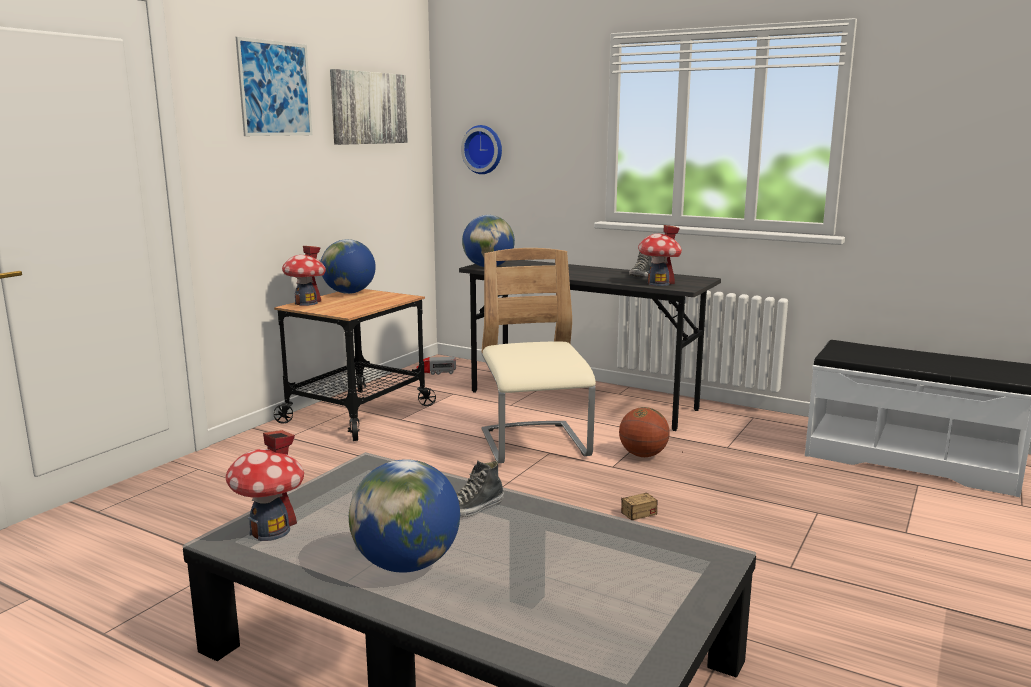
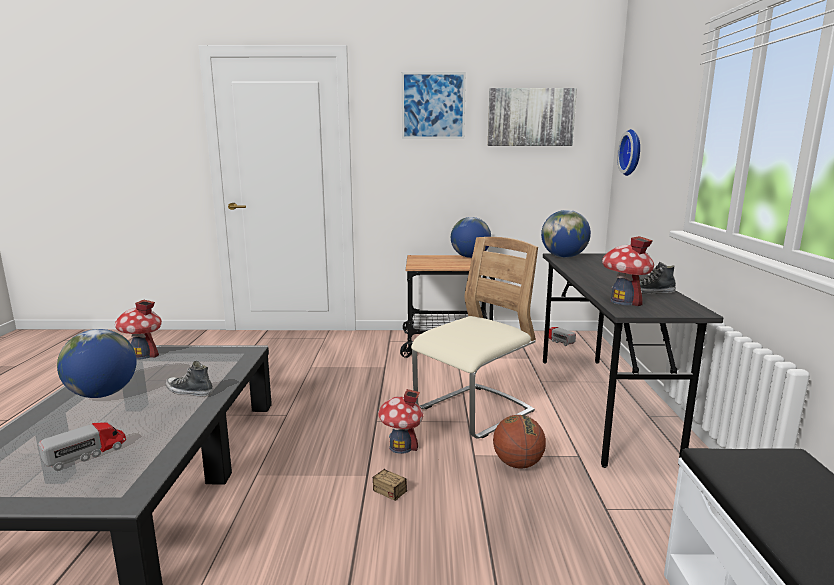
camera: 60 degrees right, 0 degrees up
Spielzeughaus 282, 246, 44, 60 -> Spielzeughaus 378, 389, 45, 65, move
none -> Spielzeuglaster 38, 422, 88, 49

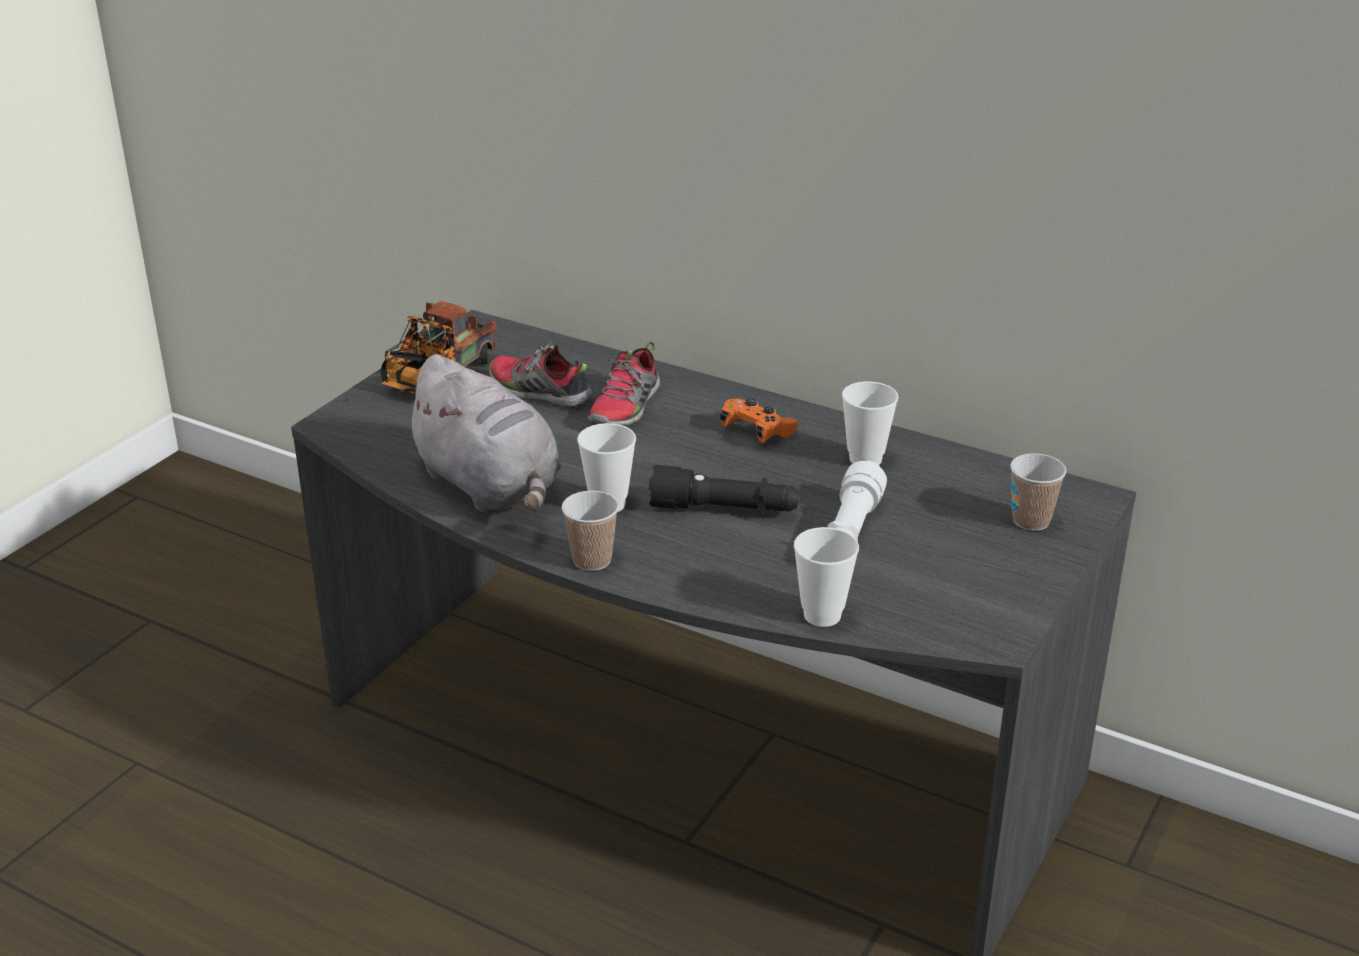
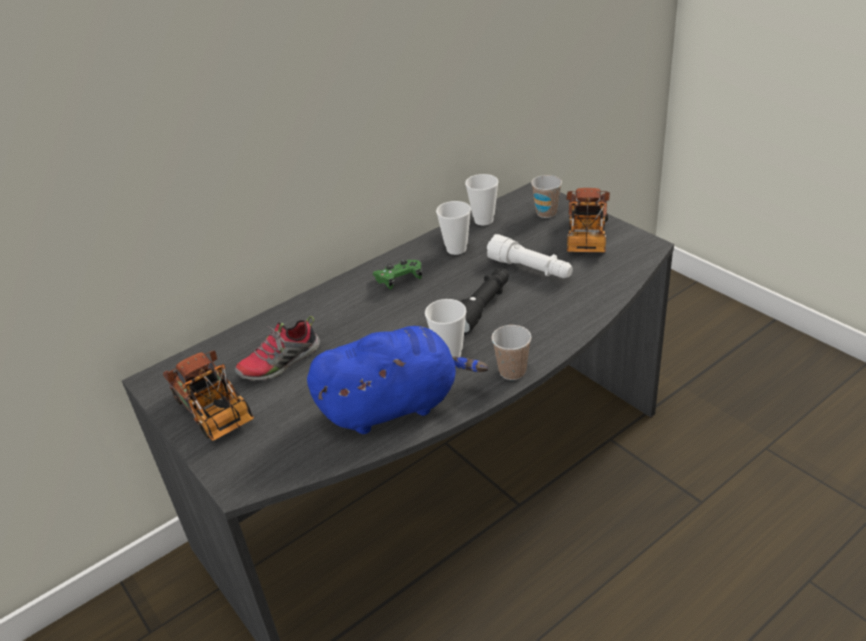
camera: 65 degrees left, 5 degrees up
Schuh 588, 341, 72, 84 -> none
Plüschtier (grau) 400, 354, 161, 158 -> Plüschtier (blau) 307, 326, 181, 108
Gamepad (orange) 720, 399, 79, 44 -> Gamepad (grün) 373, 259, 49, 31
Tasse 794, 527, 65, 100 -> Tasse 465, 174, 34, 52, move
none -> Spielzeuglaster 566, 188, 44, 64

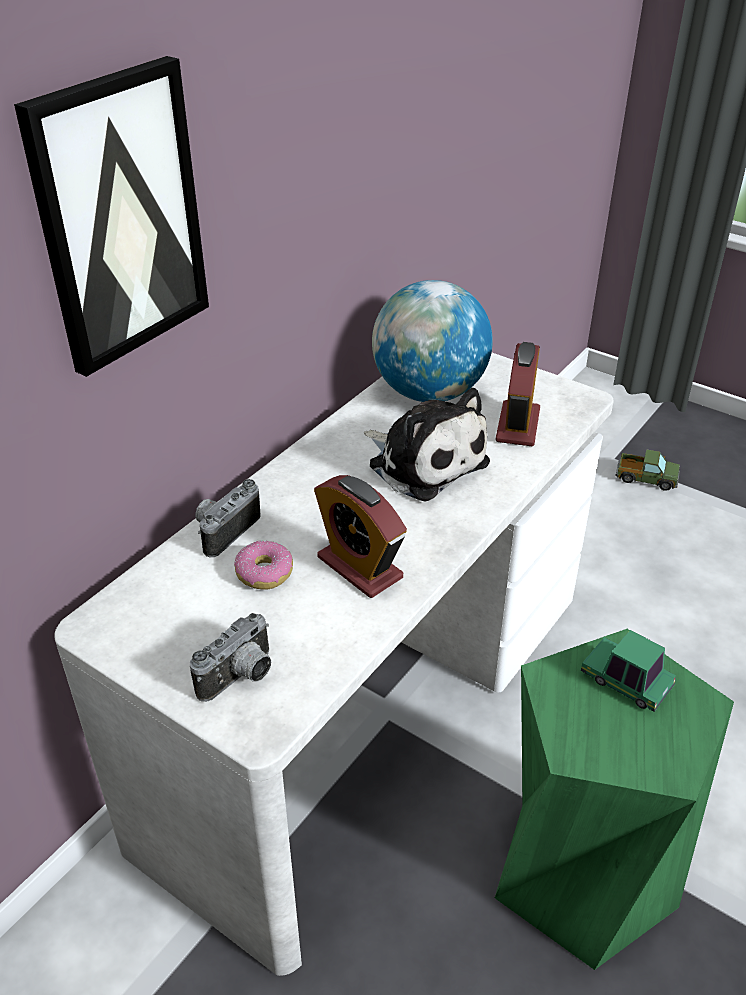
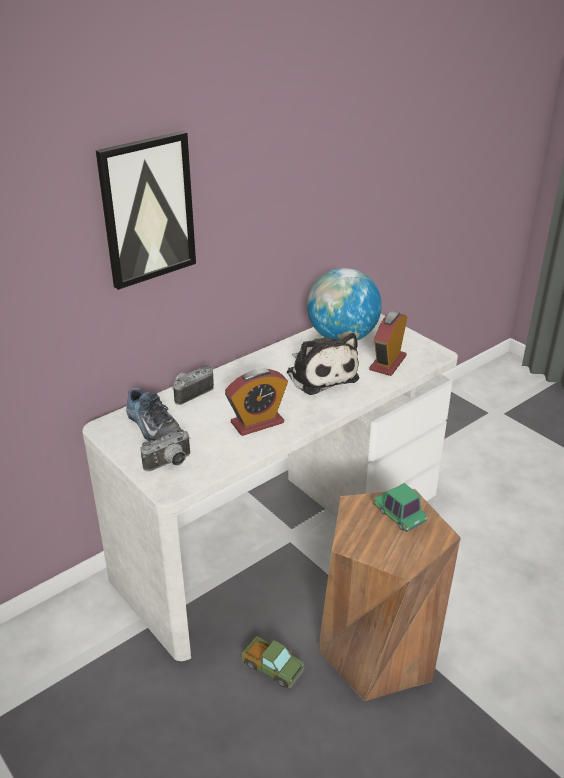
camera: 15 degrees right, 5 degrees down
Spielzeuglaster 615, 449, 65, 42 -> Spielzeuglaster 242, 636, 62, 52, move
Wecker 314, 475, 93, 123 -> Wecker 225, 368, 63, 68, 90 degrees counterclockwise
Donut 234, 541, 59, 49 -> none
Hocker (grün) 495, 629, 239, 341 -> Hocker (braun) 318, 489, 143, 212
none -> Schuh 126, 388, 55, 54

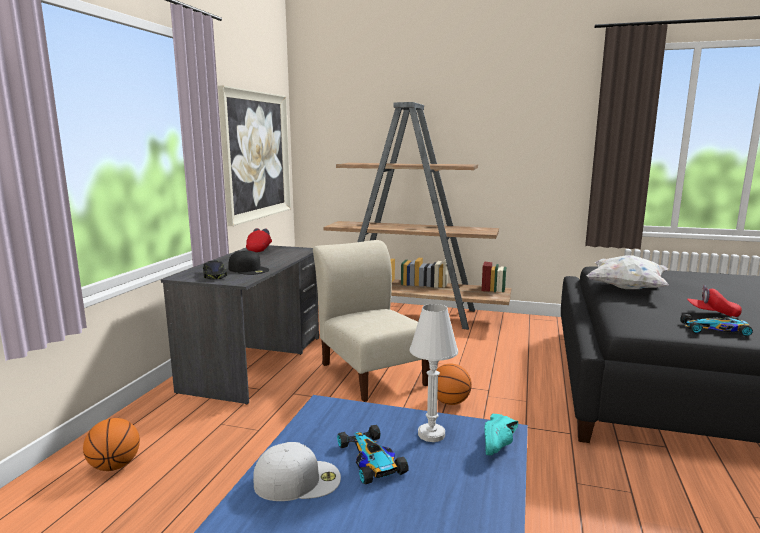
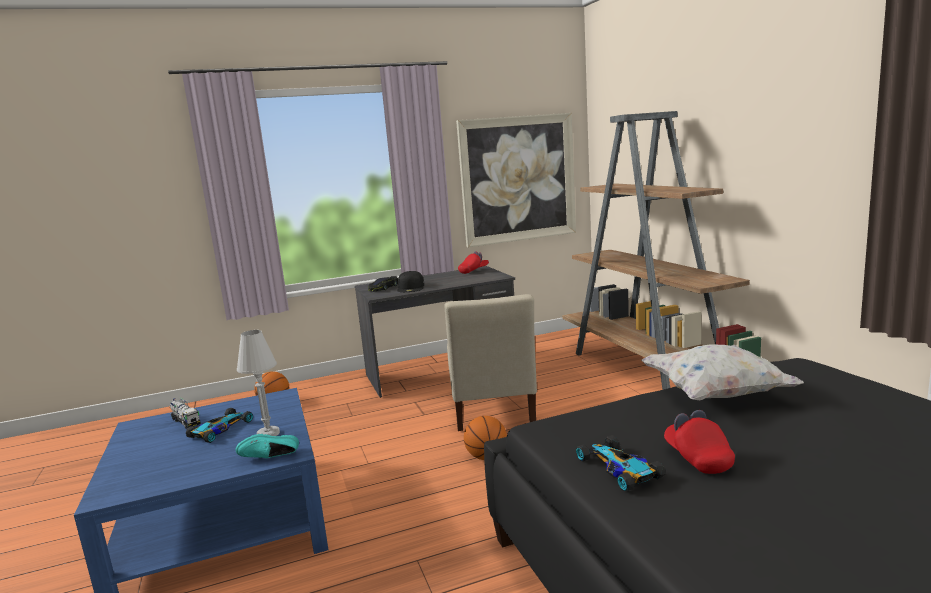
camera: 55 degrees right, 0 degrees up
Stuhl (beige) 313, 240, 117, 162 -> Stuhl (beige) 444, 294, 93, 137, 150 degrees clockwise
Kappe (weiß) 253, 442, 88, 59 -> Spielzeuglaster 170, 398, 31, 31

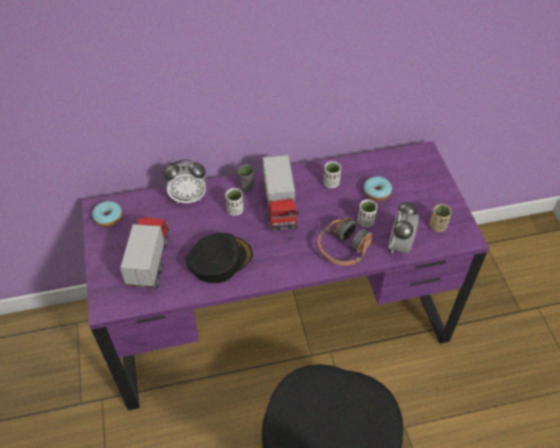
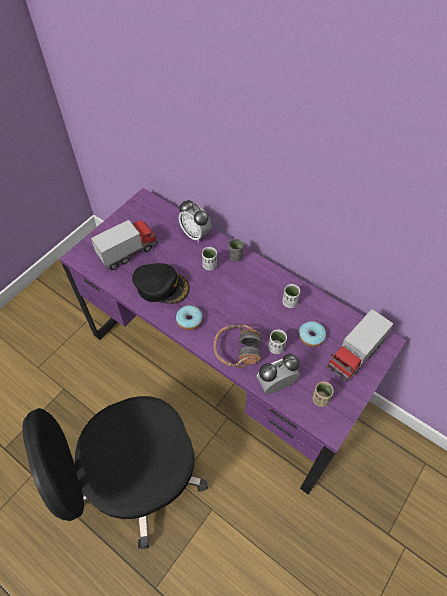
camera: 50 degrees right, 5 degrees up
Spielzeuglaster 263, 155, 36, 76 -> Spielzeuglaster 327, 309, 67, 73, move
Donut 92, 201, 30, 26 -> Donut 176, 305, 27, 25, move

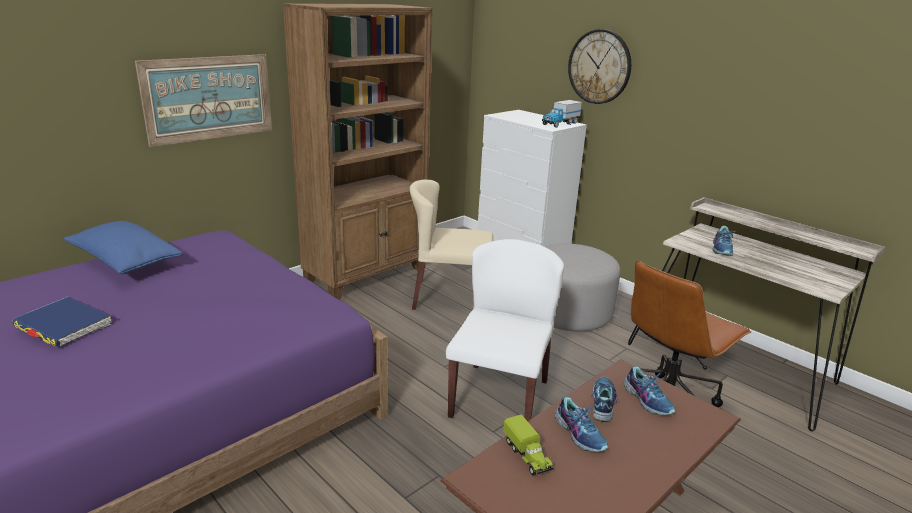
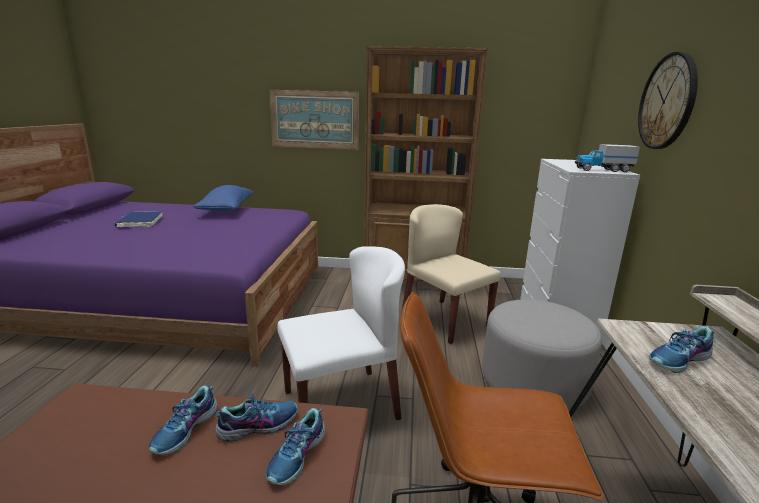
camera: 50 degrees right, 5 degrees down
Spielzeuglaster 503, 414, 51, 62 -> none

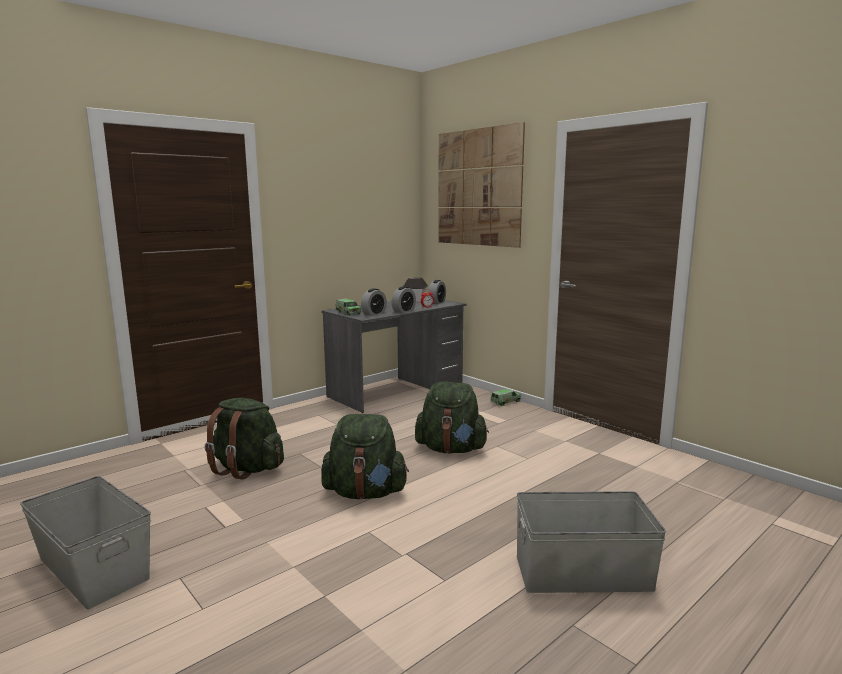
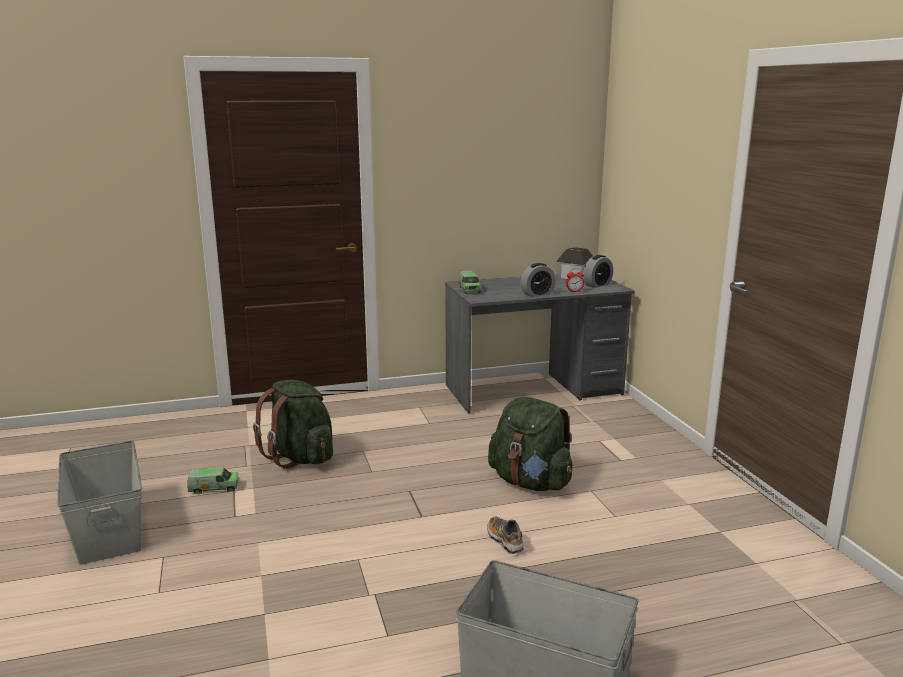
camera: 25 degrees right, 5 degrees up
Bild 438, 122, 87, 126 -> none
Wecker 361, 288, 26, 28 -> none
Spielzeuglaster 491, 389, 30, 17 -> Spielzeuglaster 187, 467, 52, 27, move
Rucksack (grün) 321, 414, 88, 85 -> none
none -> Schuh 487, 517, 37, 37

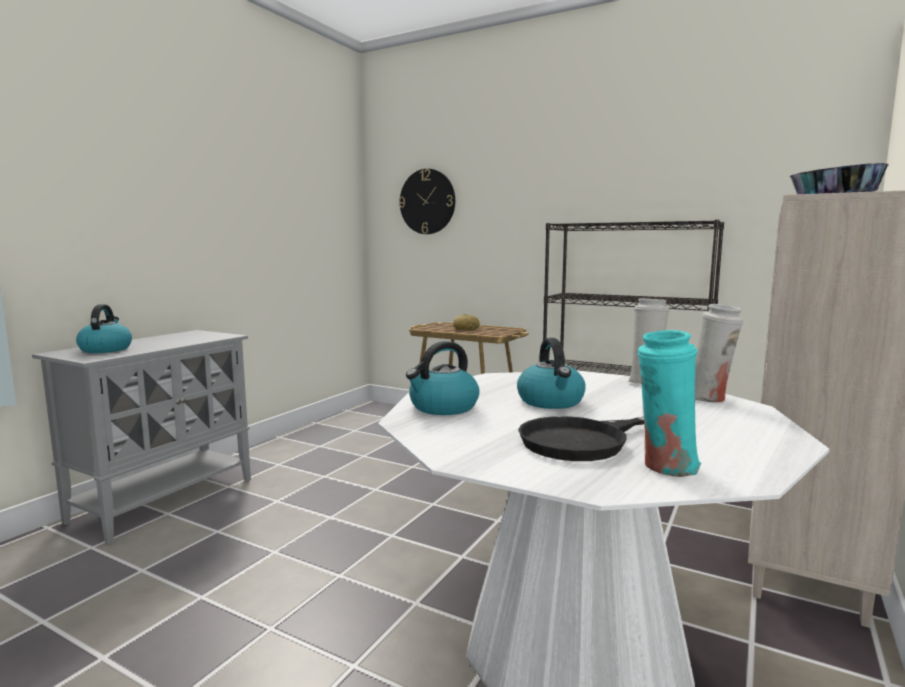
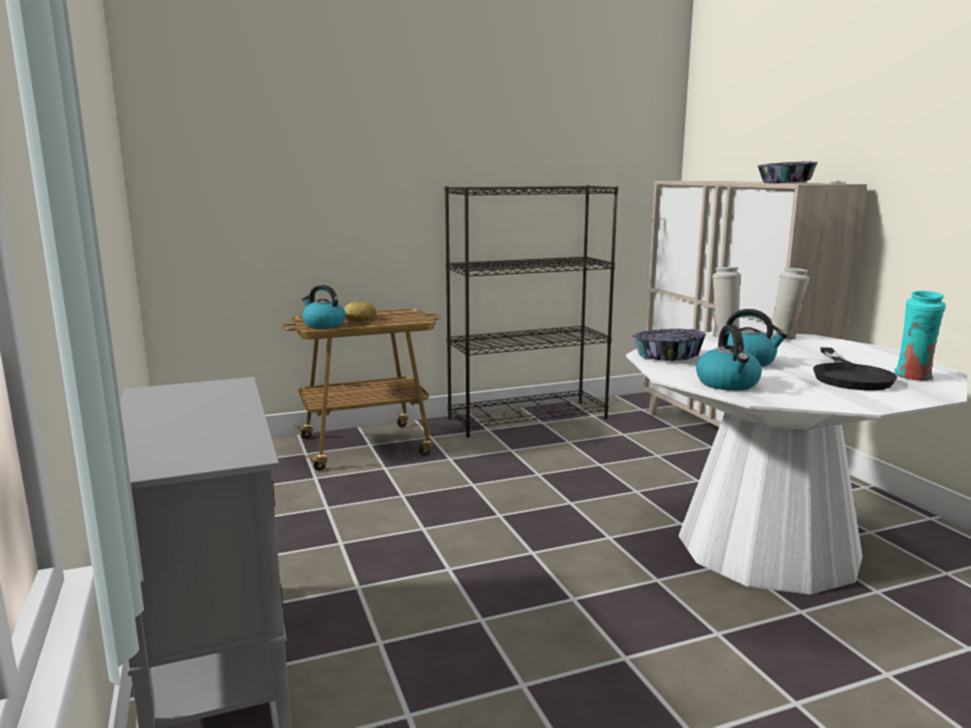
camera: 50 degrees left, 5 degrees up
Wanduhr 399, 169, 56, 65 -> none
Wasserkessel 76, 304, 56, 49 -> Wasserkessel 302, 285, 44, 43, move
none -> Schüssel 632, 329, 74, 32

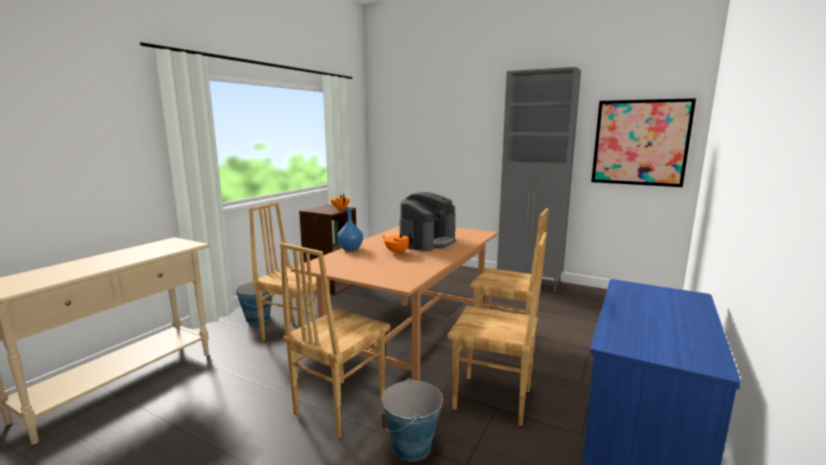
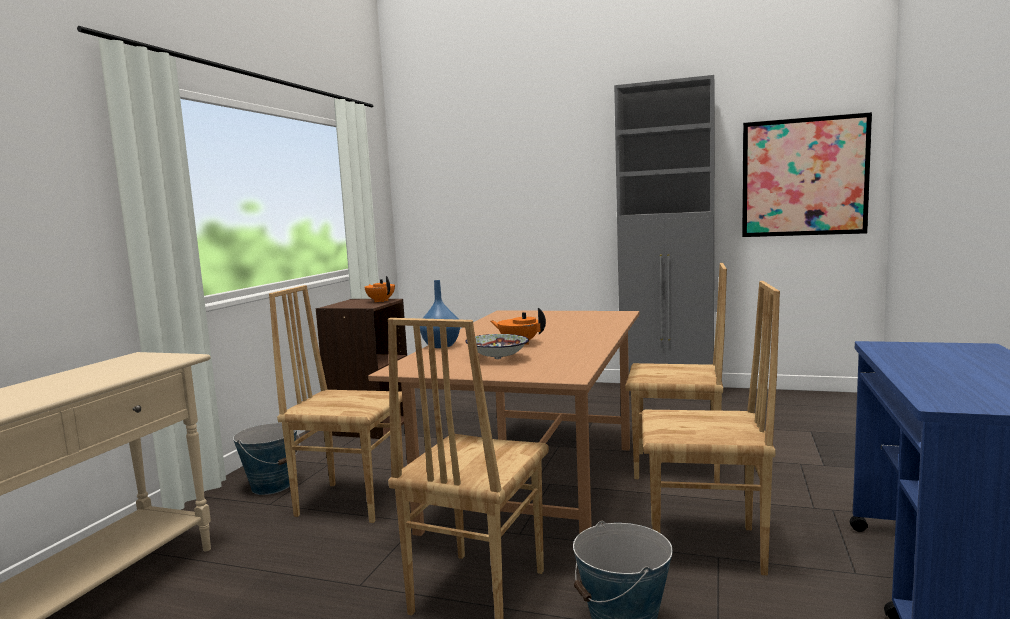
camera: 10 degrees left, 5 degrees down
Kaffeemaschine 399, 192, 57, 59 -> none
none -> Schüssel 465, 334, 64, 25

